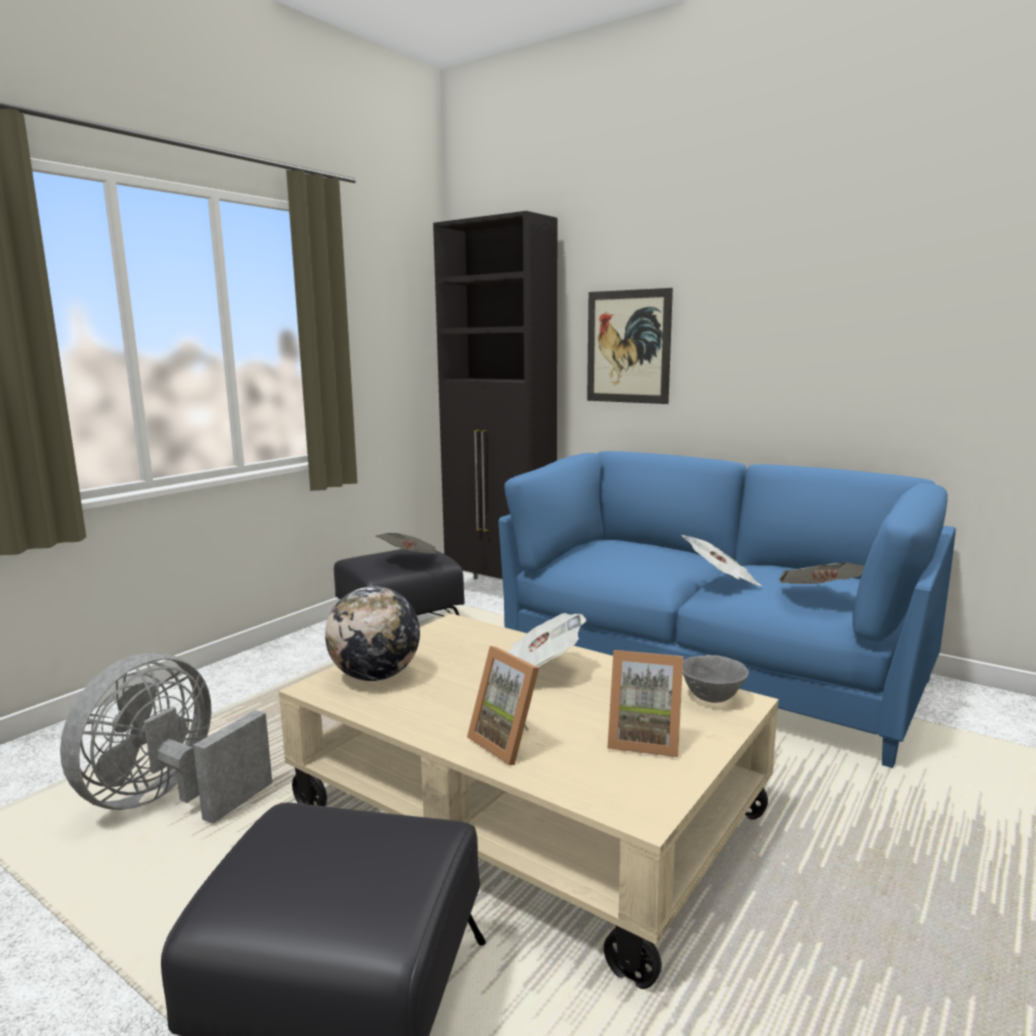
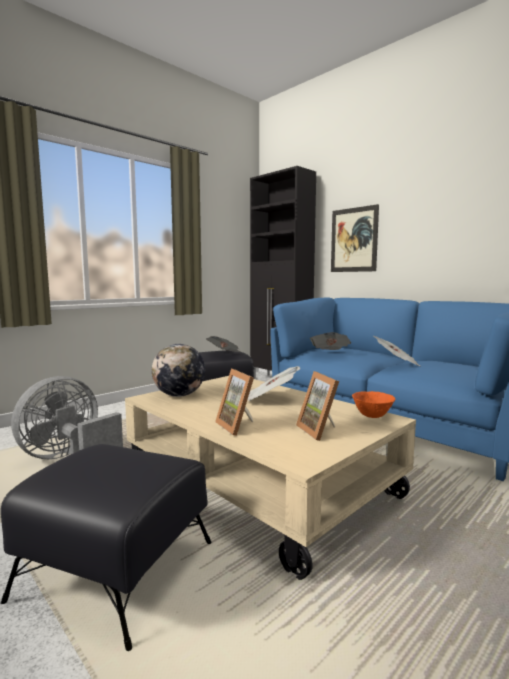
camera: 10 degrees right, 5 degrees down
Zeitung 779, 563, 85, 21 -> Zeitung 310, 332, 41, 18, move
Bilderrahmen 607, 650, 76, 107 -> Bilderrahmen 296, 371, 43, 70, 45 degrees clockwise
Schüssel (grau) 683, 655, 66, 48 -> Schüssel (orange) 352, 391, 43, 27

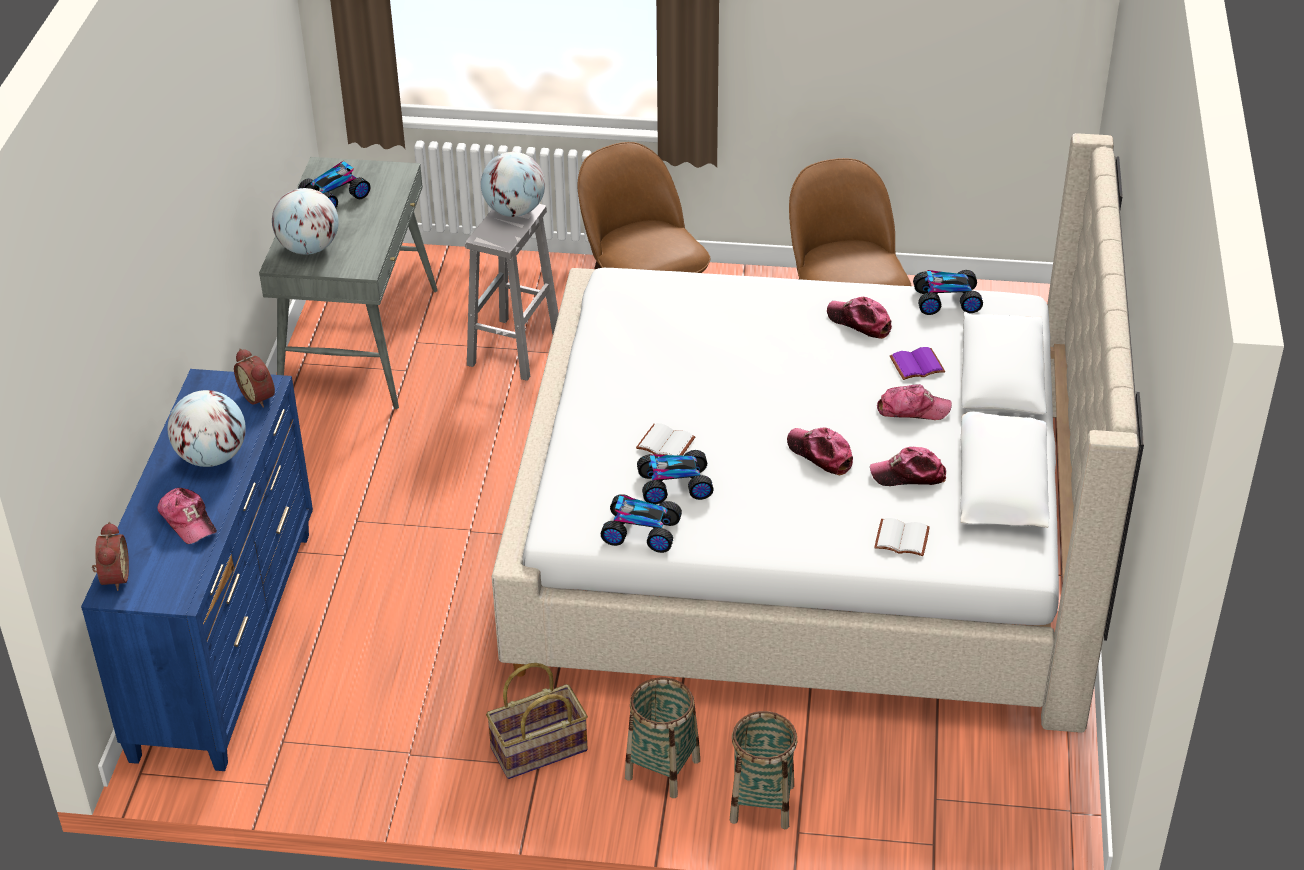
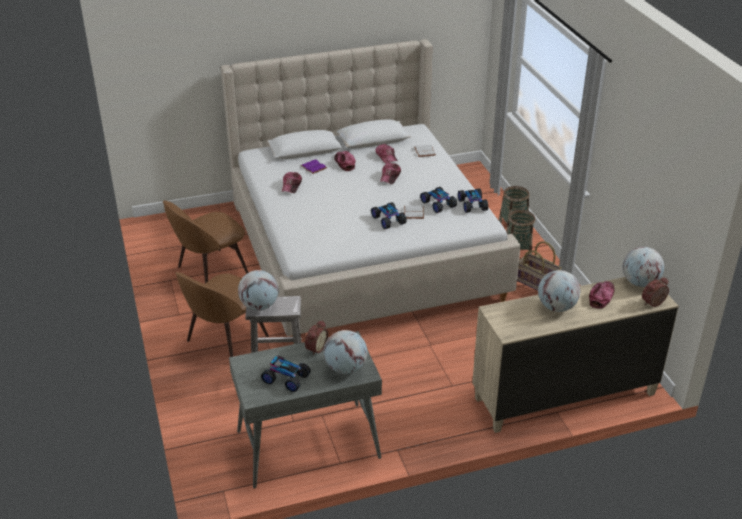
camera: 115 degrees left, 5 degrees down
Spielzeugauto 913, 270, 70, 45 -> Spielzeugauto 371, 202, 36, 27, move
Wecker 234, 348, 41, 60 -> Wecker 305, 320, 23, 35, move
Kommode (blau) 81, 369, 232, 402 -> Kommode (beige) 472, 277, 207, 156
none -> Globus 623, 247, 41, 40

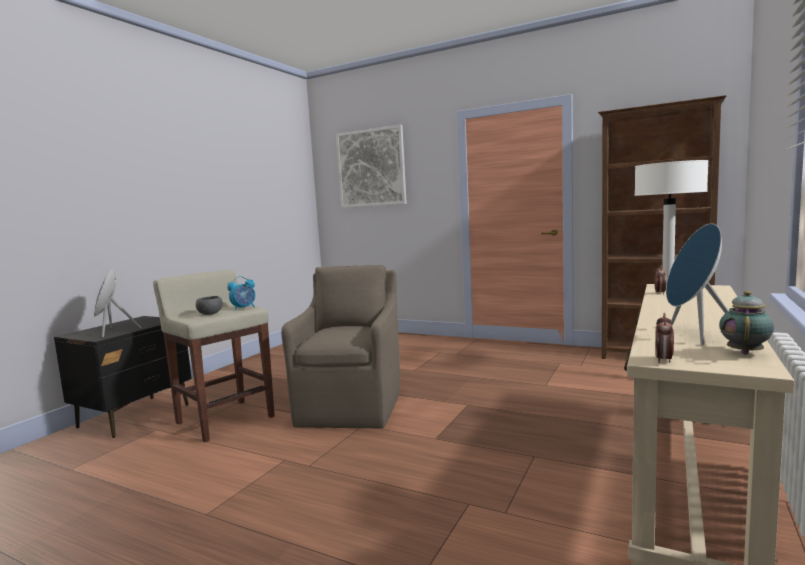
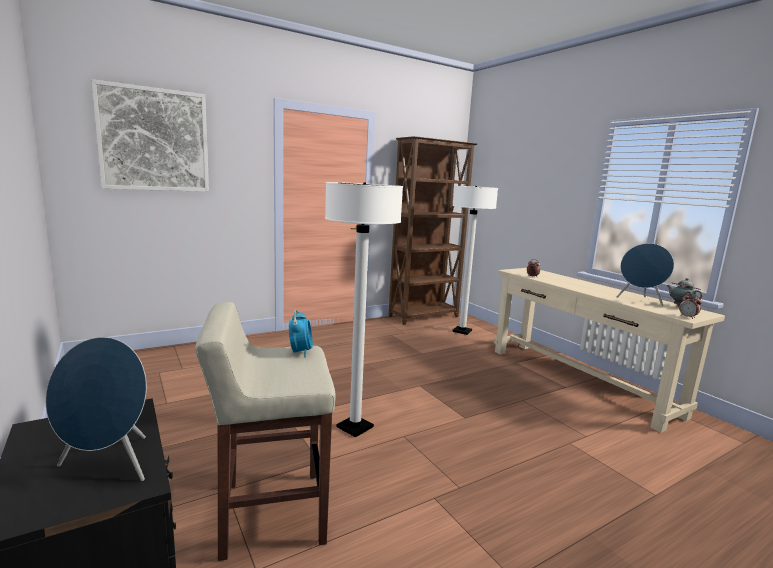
camera: 60 degrees left, 5 degrees up
Sessel (braun) 281, 265, 119, 164 -> Stehlampe (weiß) 325, 182, 78, 255
Schüssel (grau) 196, 296, 27, 19 -> none

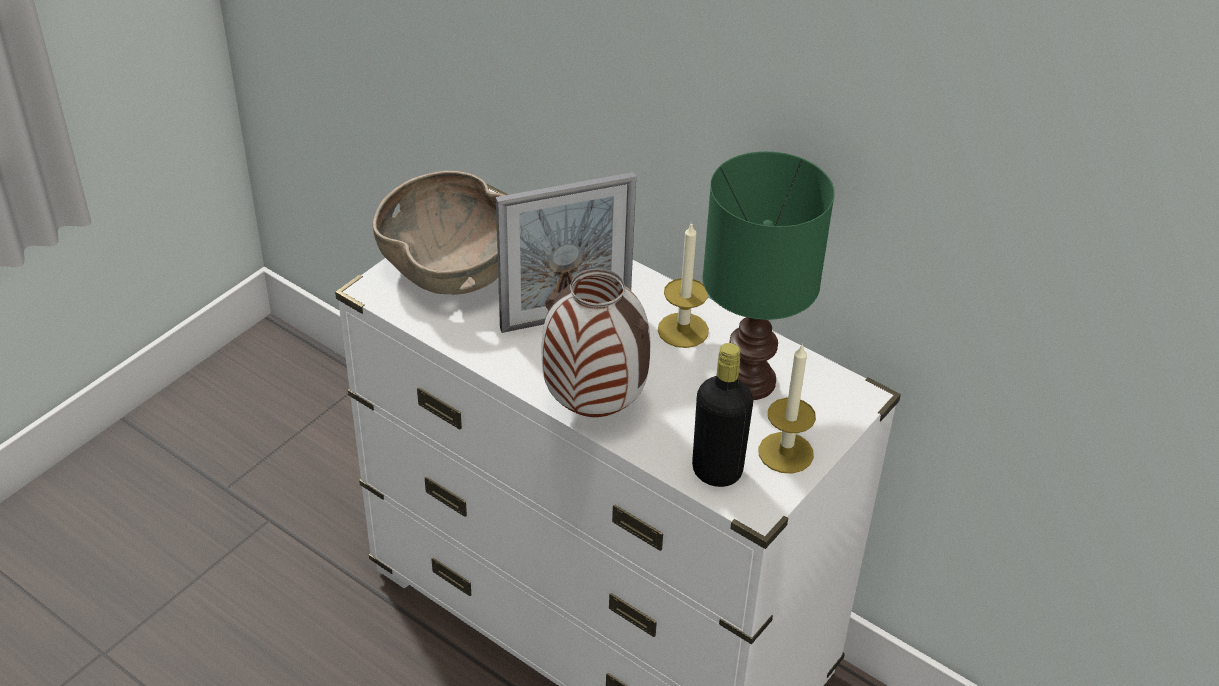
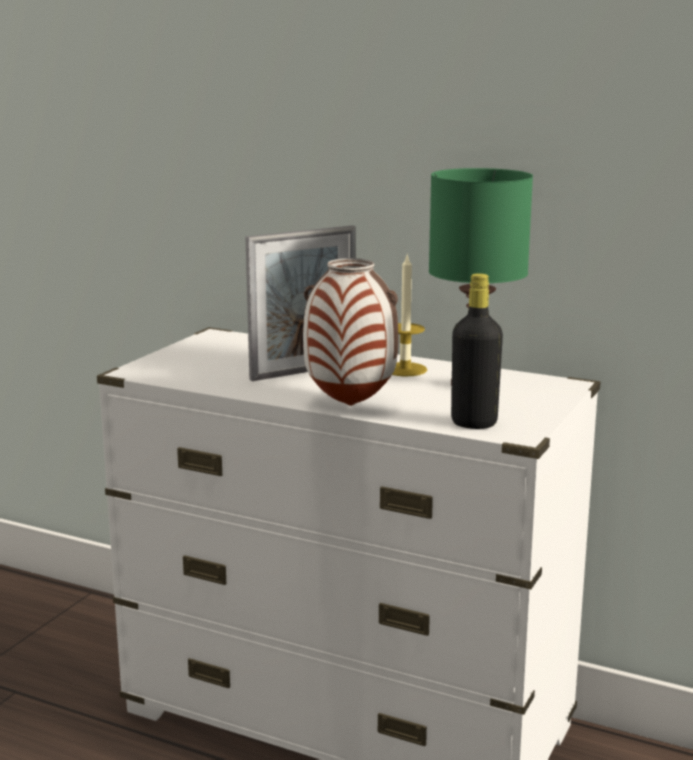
camera: 10 degrees left, 25 degrees down
Schüssel (braun) 373, 171, 131, 124 -> none
Kerze 758, 343, 58, 131 -> none

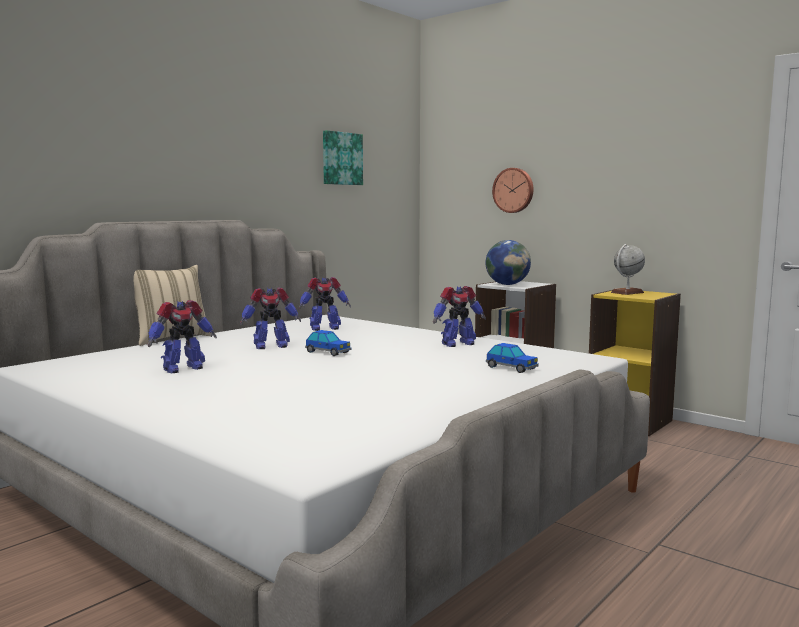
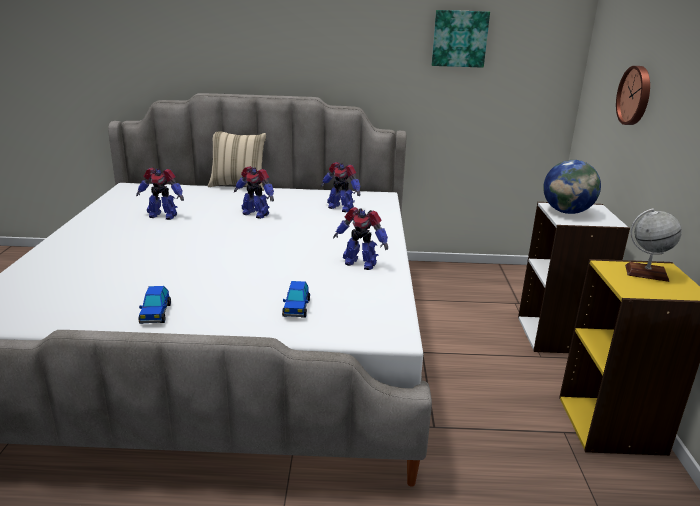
camera: 50 degrees right, 15 degrees up
Spielzeugauto 305, 330, 46, 26 -> Spielzeugauto 139, 286, 32, 38, move

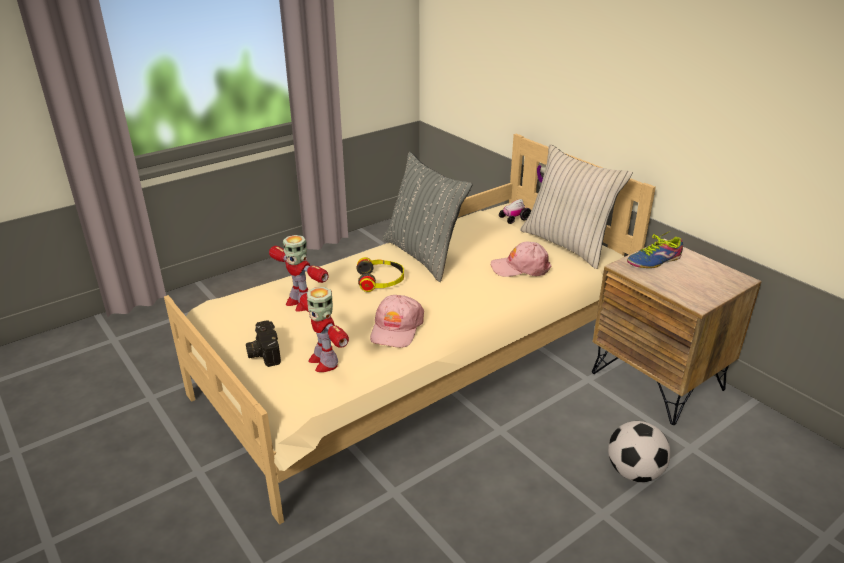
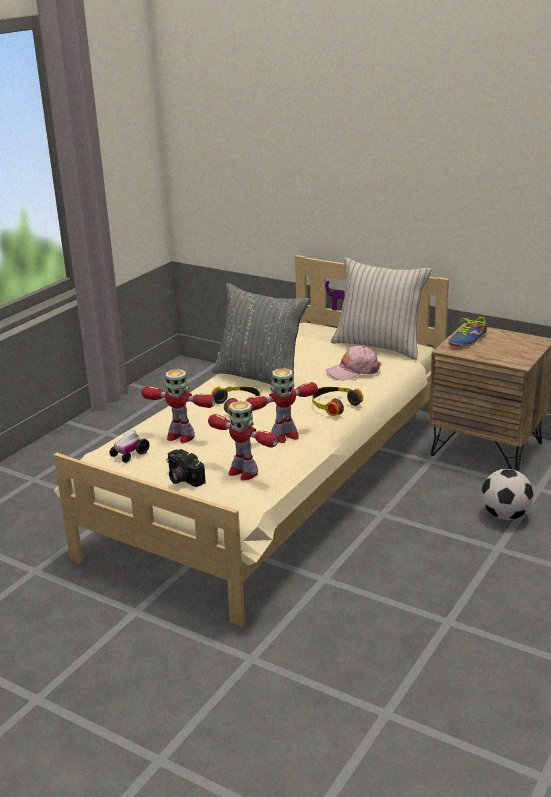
camera: 20 degrees left, 5 degrees down
Spielzeugauto 499, 199, 32, 25 -> Spielzeugauto 109, 430, 40, 33, move
Kappe (rosa) 370, 295, 54, 53 -> Spielzeugroboter 246, 368, 72, 75
none -> Kopfhörer 312, 386, 51, 30

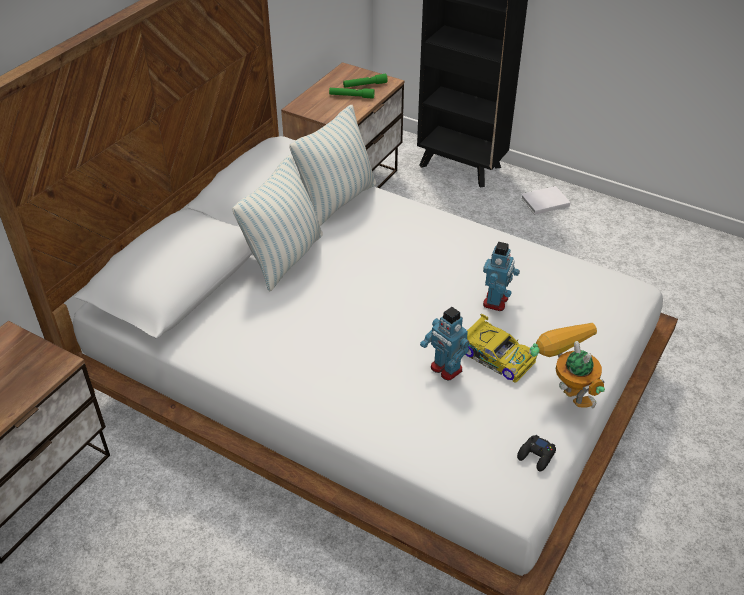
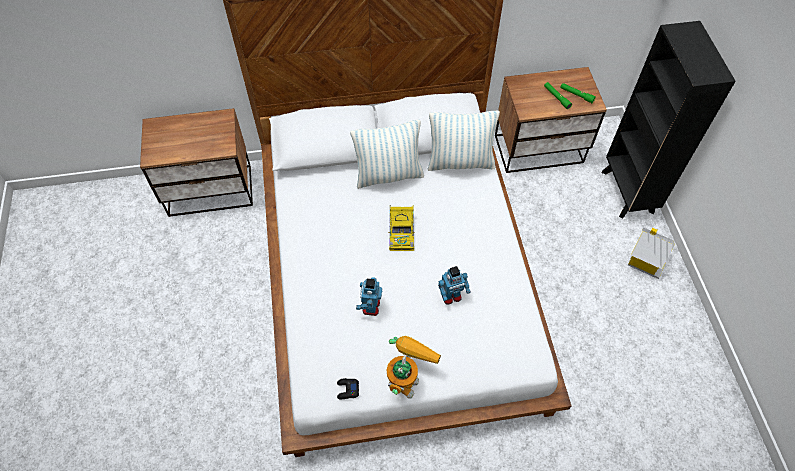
camera: 50 degrees right, 15 degrees up
Buch (weiß) 521, 186, 50, 29 -> Spielzeughaus 628, 227, 47, 52
Spielzeugauto 465, 314, 72, 68 -> Spielzeugauto 389, 205, 26, 46, move

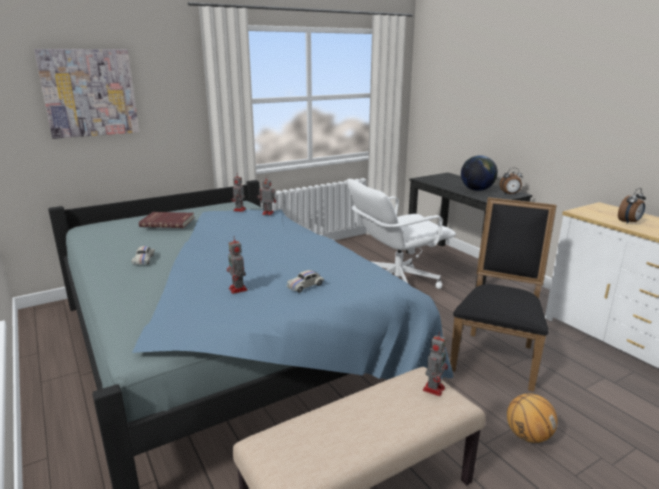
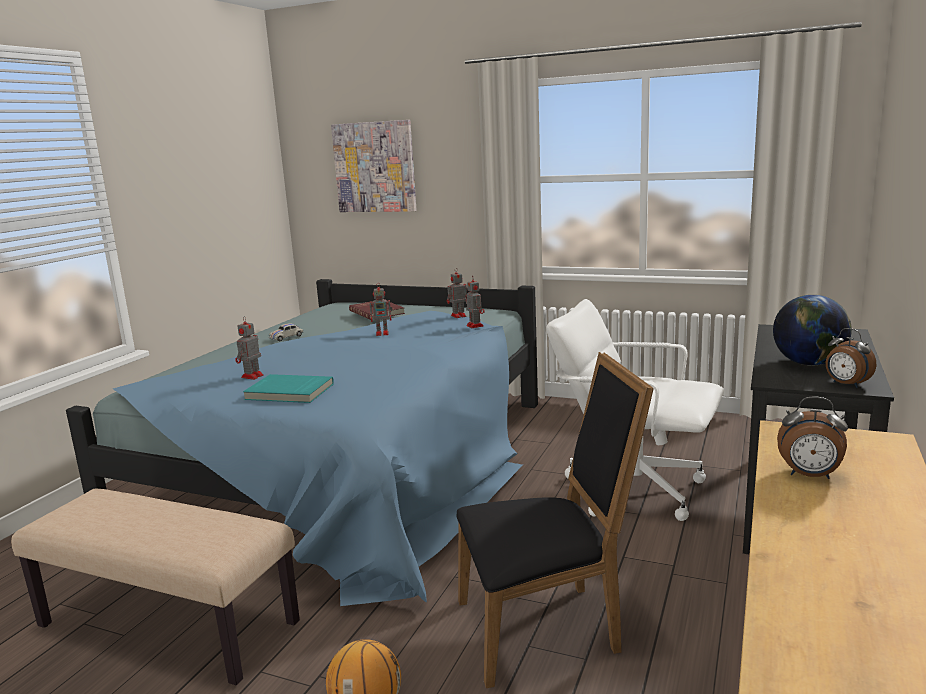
camera: 55 degrees right, 5 degrees down
Spielzeugauto (weiß) 286, 270, 38, 23 -> Buch (türkis) 243, 374, 91, 29
Spielzeugroboter 423, 331, 25, 65 -> Spielzeugroboter 369, 283, 24, 53, move

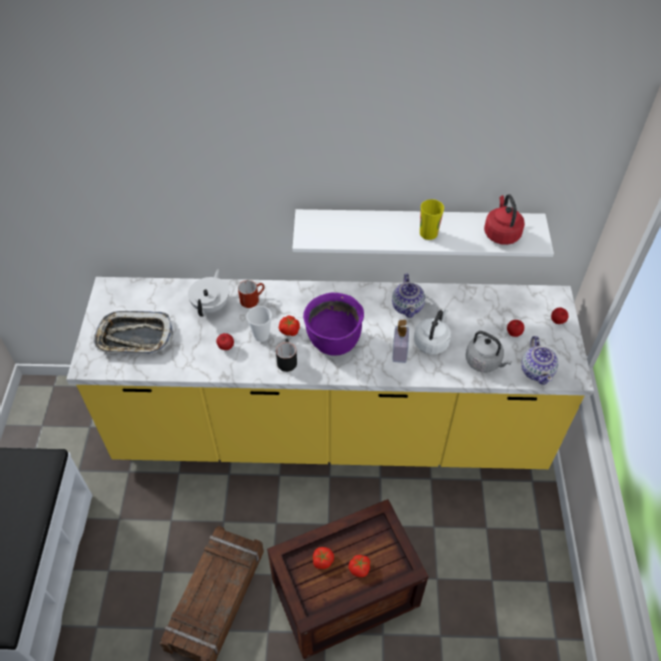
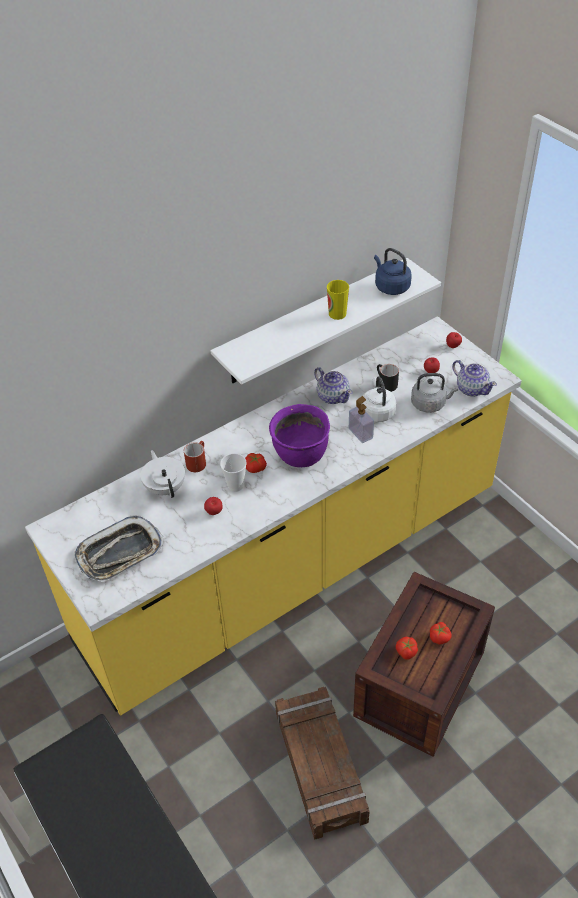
camera: 35 degrees left, 5 degrees down
Wasserkessel (rot) 484, 194, 41, 51 -> Wasserkessel (blau) 374, 248, 38, 47
Henkelbecher (schwarz) 276, 339, 21, 33 -> Henkelbecher (schwarz) 377, 364, 22, 28, move

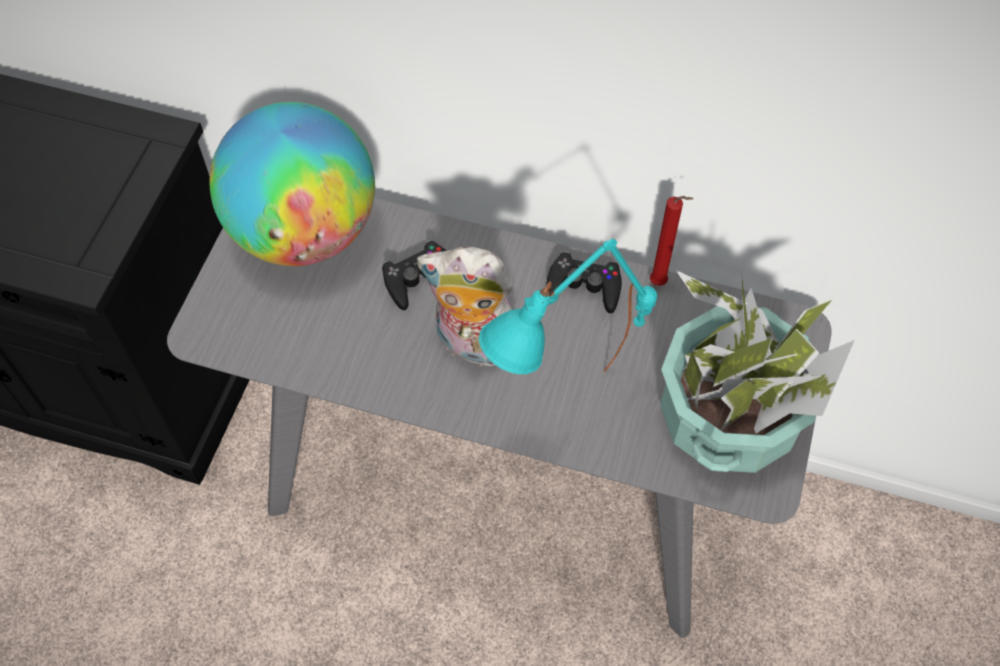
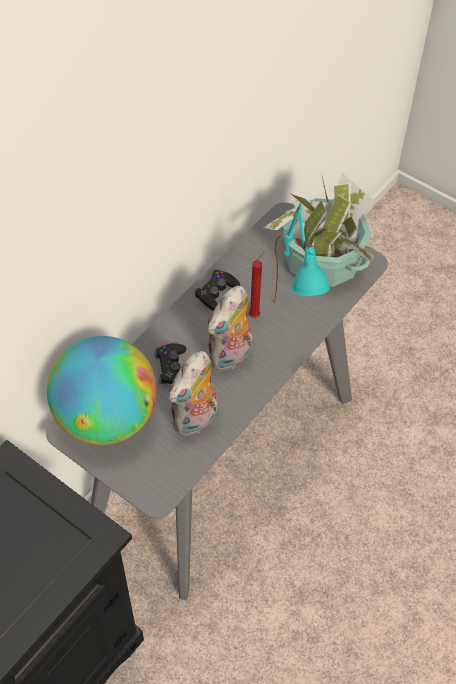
camera: 70 degrees left, 5 degrees down
Kerze (rot) 650, 196, 43, 90 -> Kerze (rot) 249, 252, 16, 66, move
none -> Plüschtier 169, 351, 49, 85

